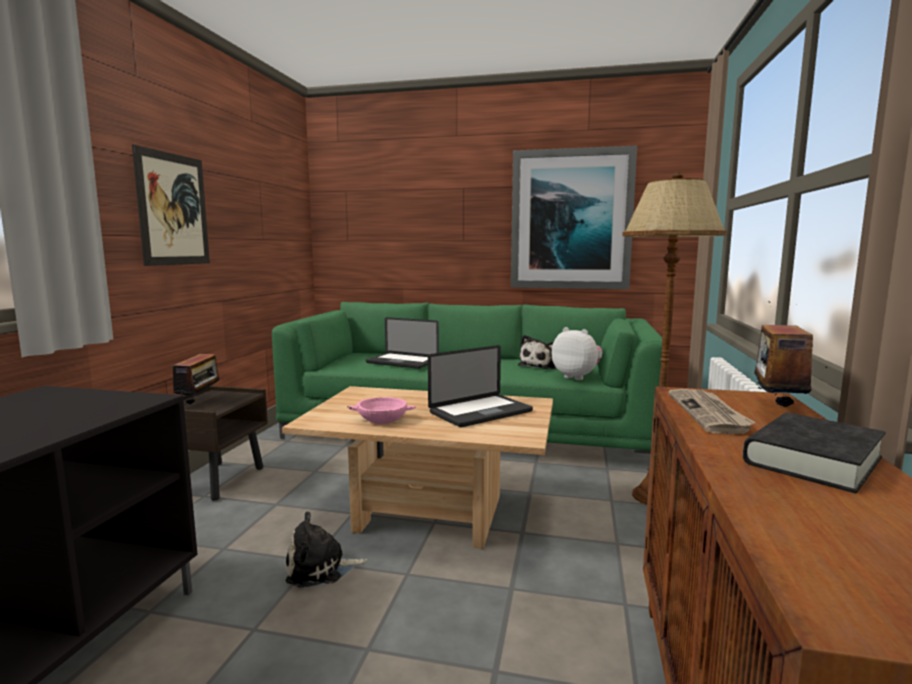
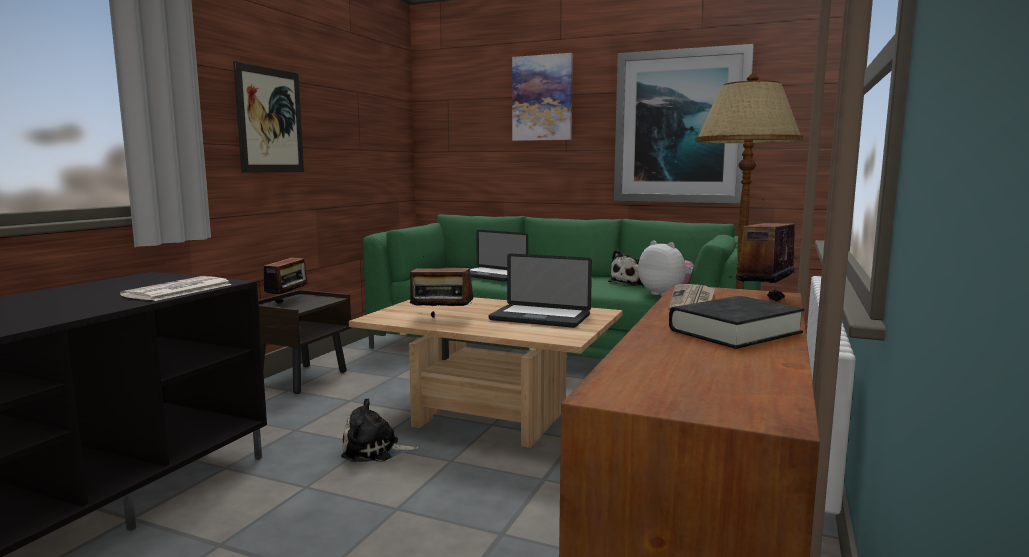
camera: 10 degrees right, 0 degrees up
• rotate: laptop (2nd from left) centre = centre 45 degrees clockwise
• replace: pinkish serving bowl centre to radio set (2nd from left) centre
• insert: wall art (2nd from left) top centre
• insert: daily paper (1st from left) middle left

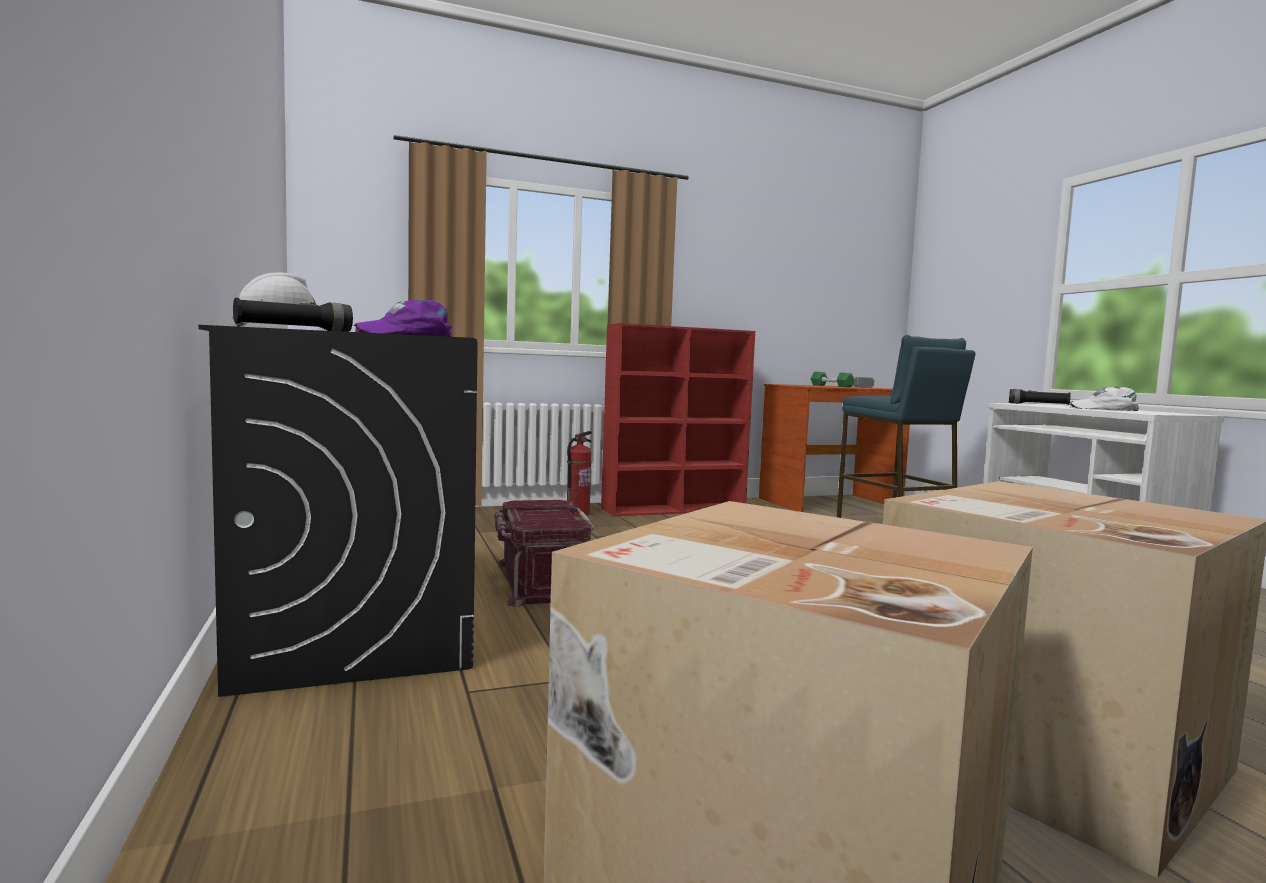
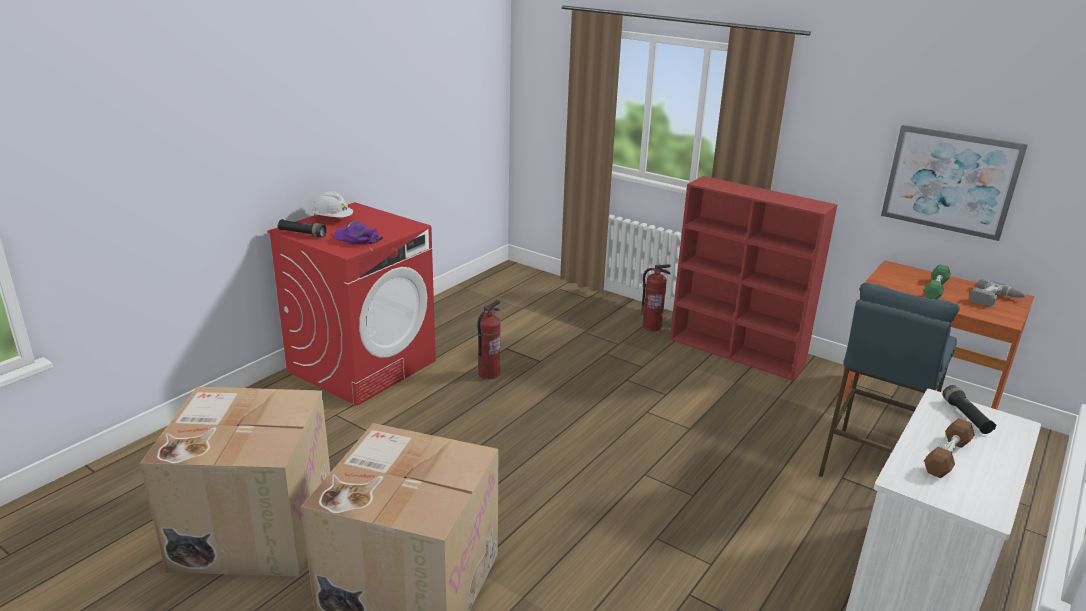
camera: 55 degrees right, 20 degrees up
• recolor: black-coloured laundry machine middle left to red-coloured laundry machine middle left
• replace: white-coloured peaked cap middle right to brown-coloured dumbbell bottom right
• replace: red-coloured storage container centre to fire extinguisher (1st from left) centre
• insert: wall art top right

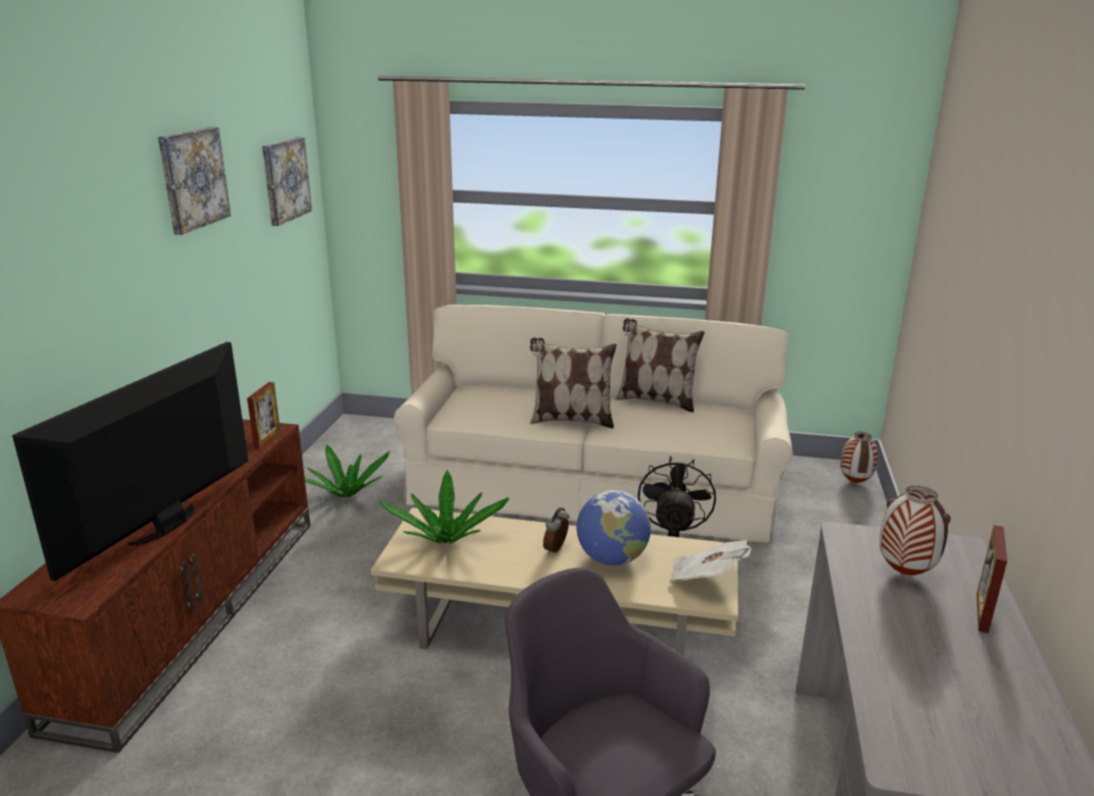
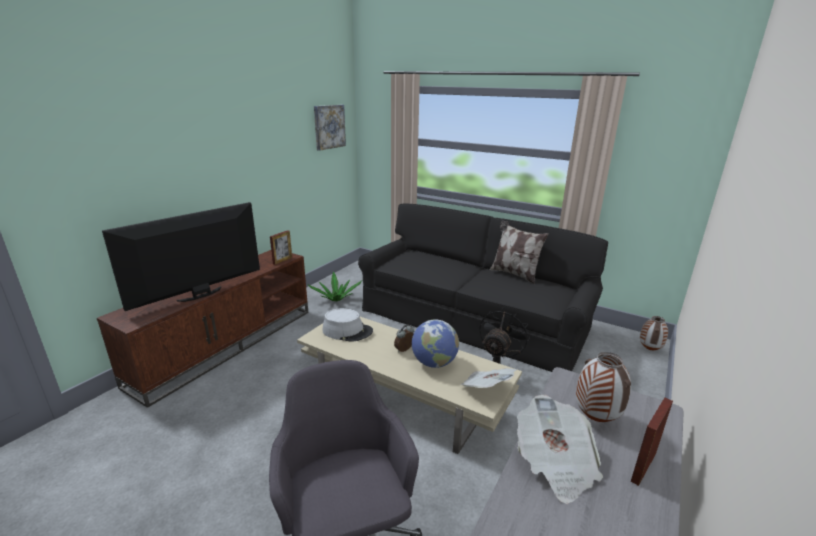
camera: 20 degrees right, 0 degrees up
• delete: wall art (1st from left) top left
• recolor: sand-coloured settee centre to black-coloured settee centre
• delete: cushion (1st from left) centre
• replace: plant in a pot (2nd from left) centre to grey hat centre
• insert: daily paper (2nd from left) bottom right

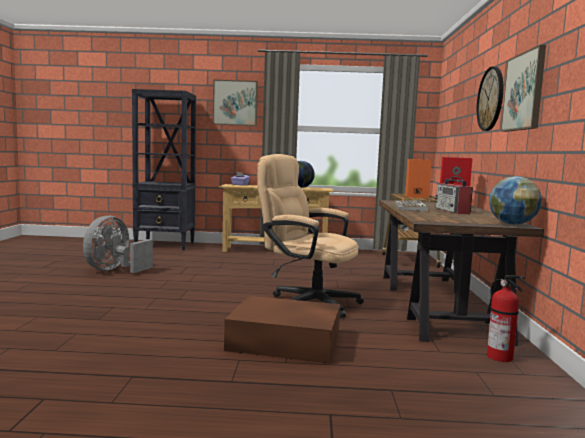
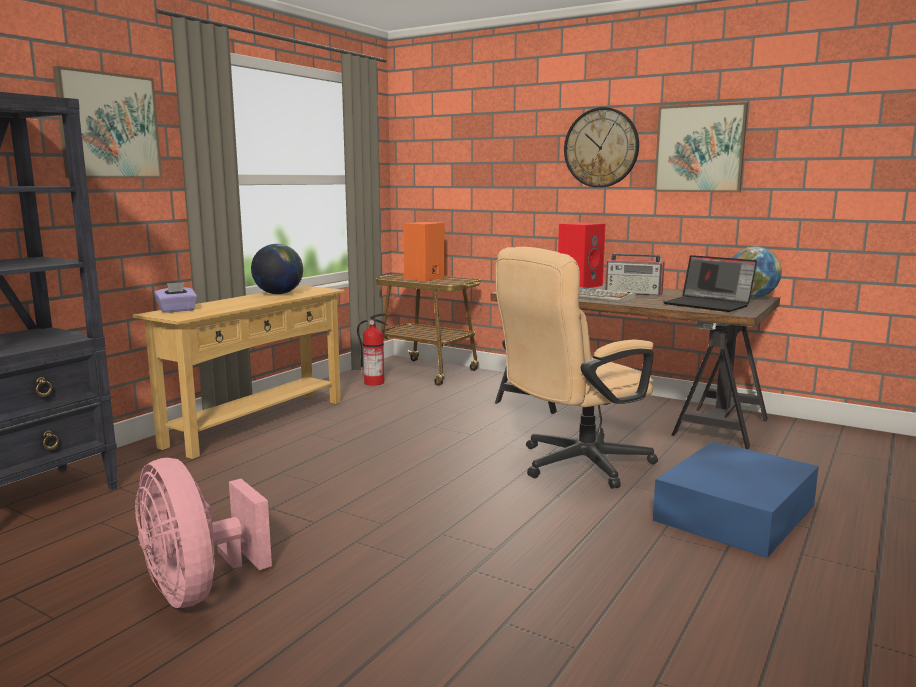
camera: 60 degrees left, 5 degrees up
• recolor: grey fan middle left to pinkish fan bottom left
• move: fire extinguisher bottom right to centre
• recolor: brown-coloured storage container bottom centre to bluish storage container bottom right
• insert: laptop middle right

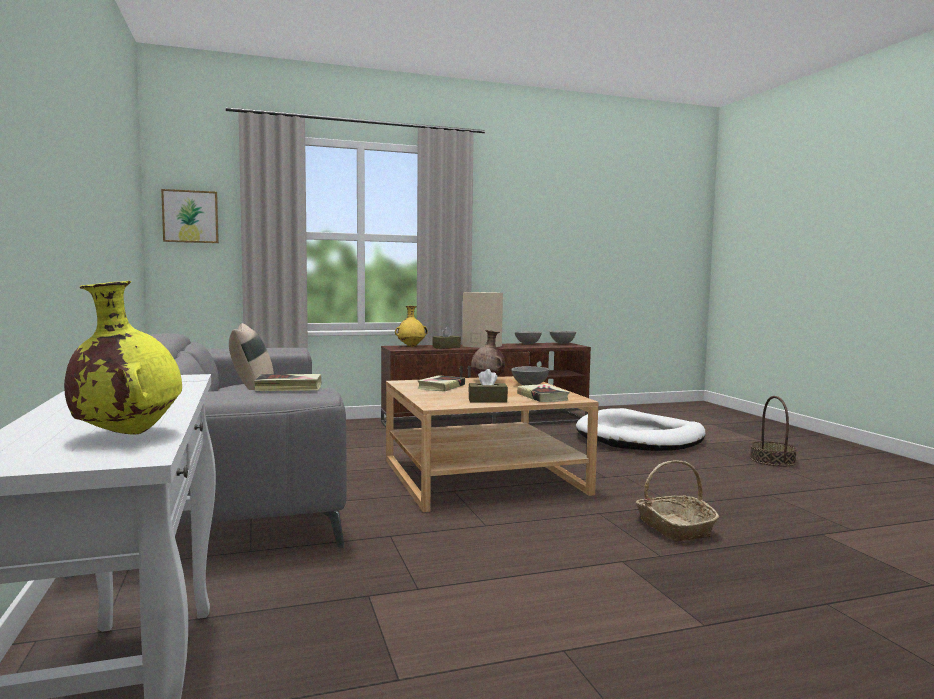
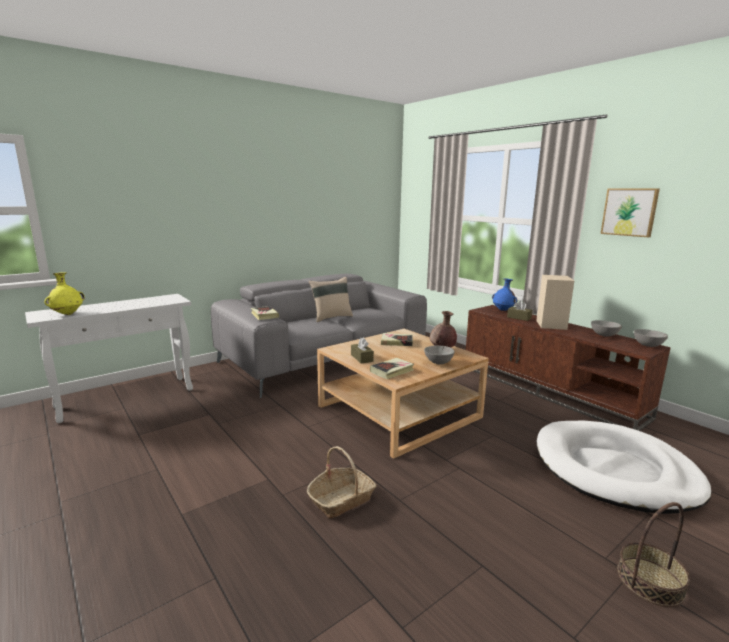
camera: 70 degrees right, 10 degrees up
• move: wall art top left to top right
• recolor: yellow flower vase (2nd from left) centre to bluish flower vase middle right

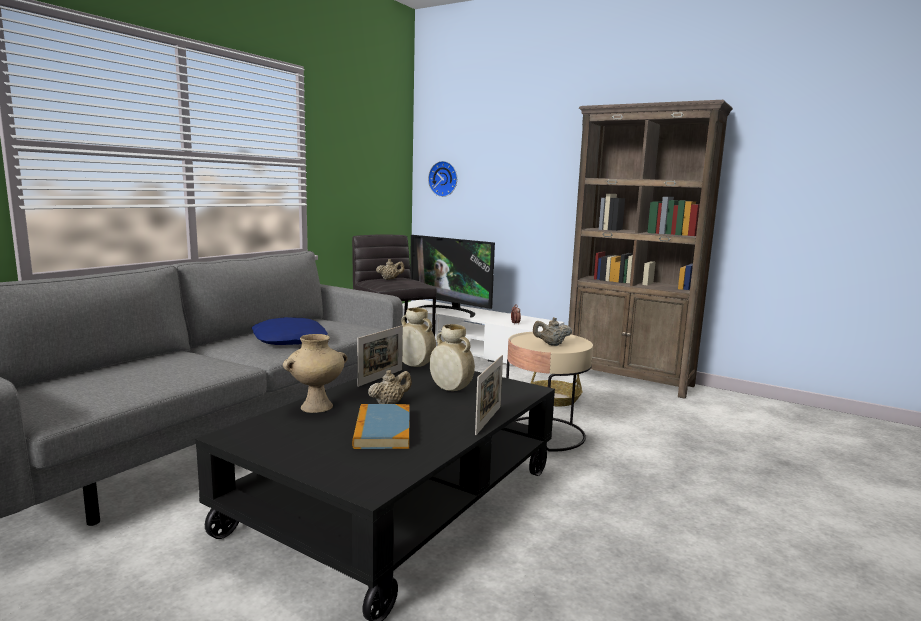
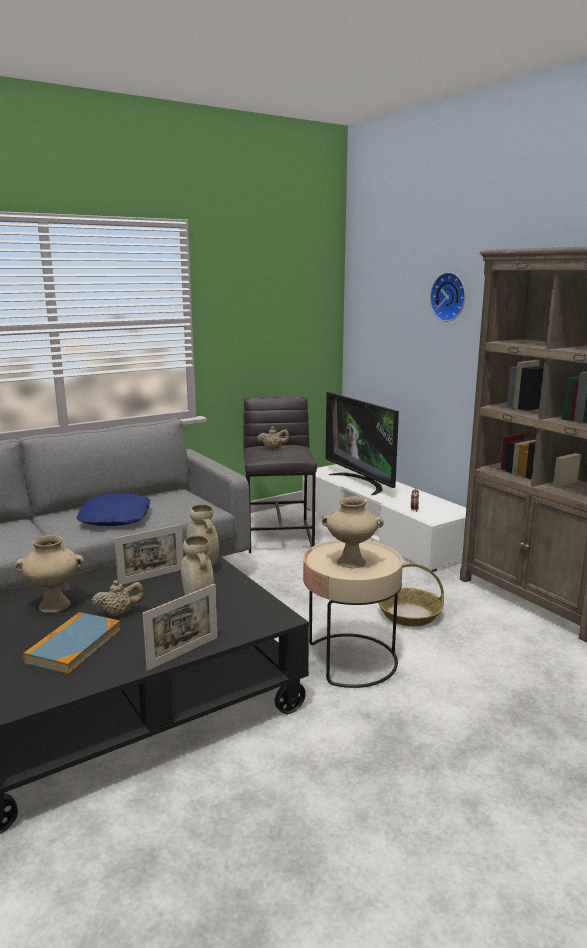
camera: 25 degrees right, 5 degrees up
• move: clock on the wall top centre to top right
• replace: sand-coloured tea pot (3rd from left) centre to sand-coloured flower vase (4th from left) centre

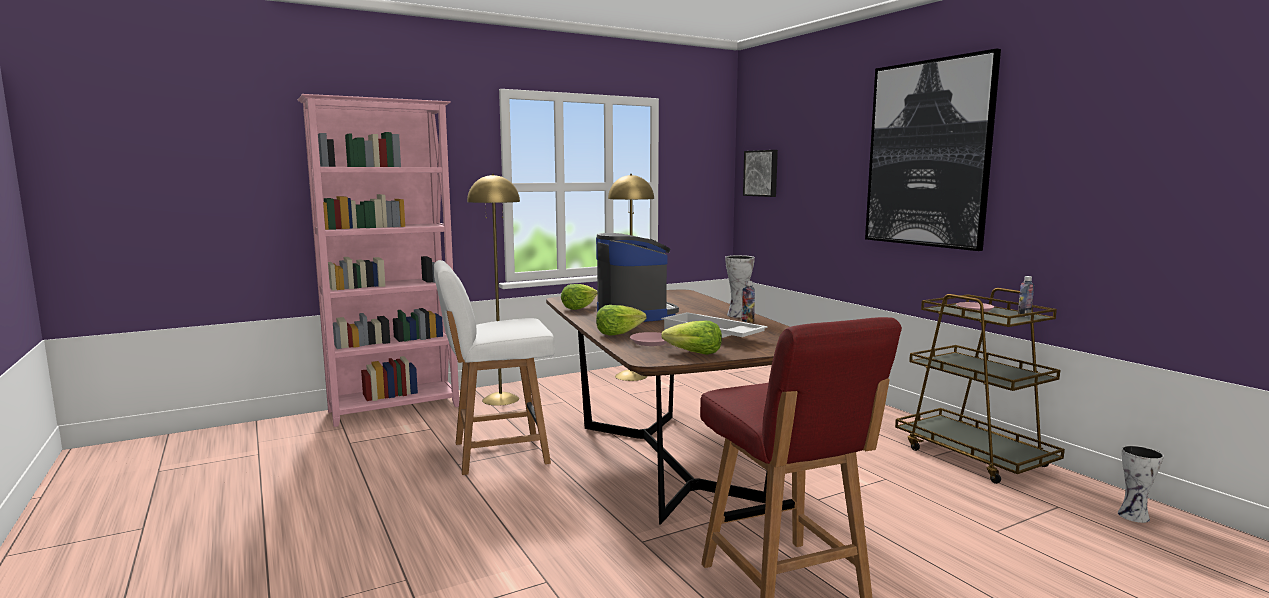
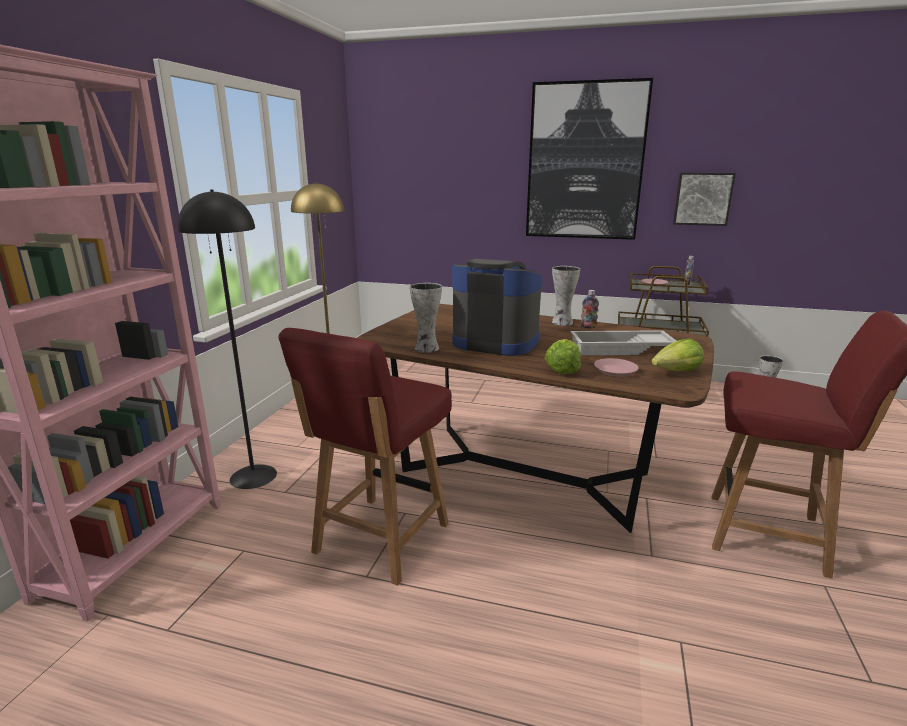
camera: 45 degrees left, 10 degrees up
• move: wall art (1st from left in the first image) top centre to wall art (2nd from left) top right
• recolor: yellow standard lamp (1st from left) centre to black-coloured standard lamp middle left
• recolor: white-coloured chair centre to red-coloured chair (1st from left) centre
• replace: lettuce (1st from left) centre to flower vase (1st from left) centre

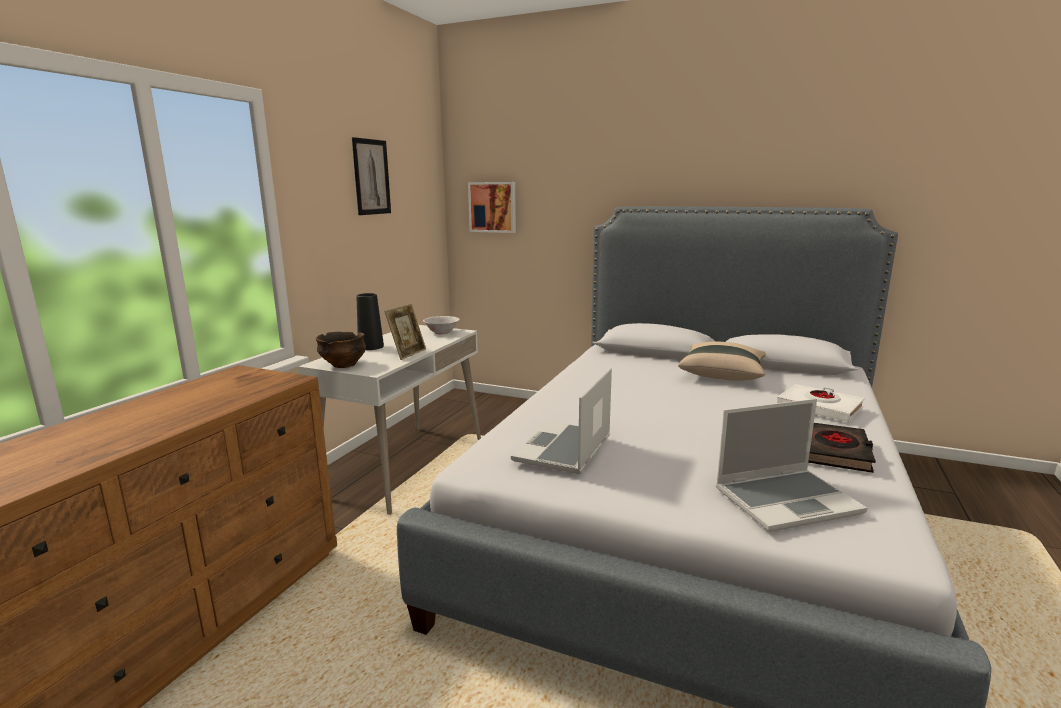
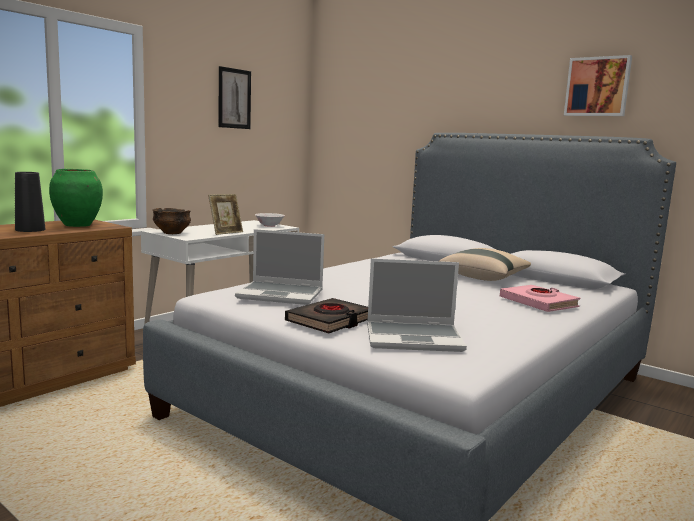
camera: 15 degrees right, 5 degrees down
• move: wall art (2nd from left) top centre to top right
• move: black-coloured flower vase centre to middle left
• rotate: laptop (1st from left) centre = centre 120 degrees counterclockwise
• recolor: white-coloured volume middle right to pinkish volume middle right
• move: black-coloured volume middle right to centre
• insert: greenish flower vase middle left

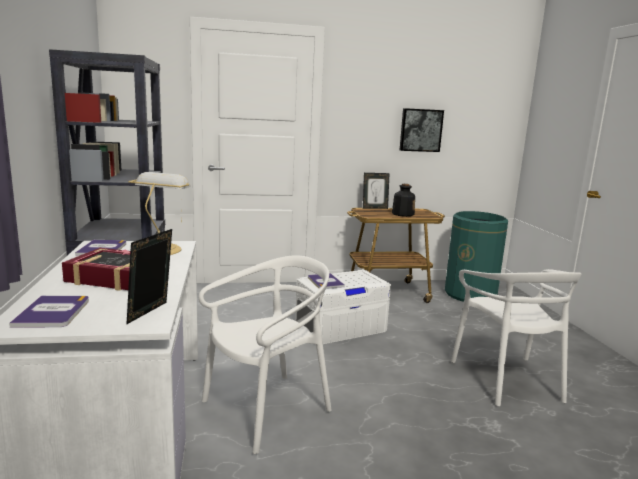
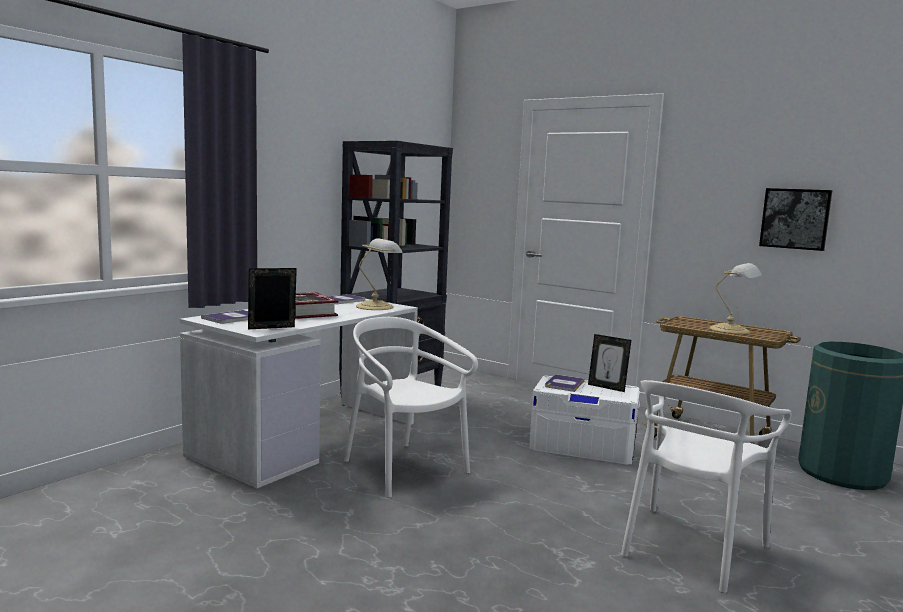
camera: 45 degrees right, 5 degrees down
• move: standing frame (2nd from left) centre to middle right
• replace: drink bottle centre to lamp for a table (2nd from left) middle right
• rotate: white-coloured chair (1st from left) bottom centre = centre 135 degrees counterclockwise

